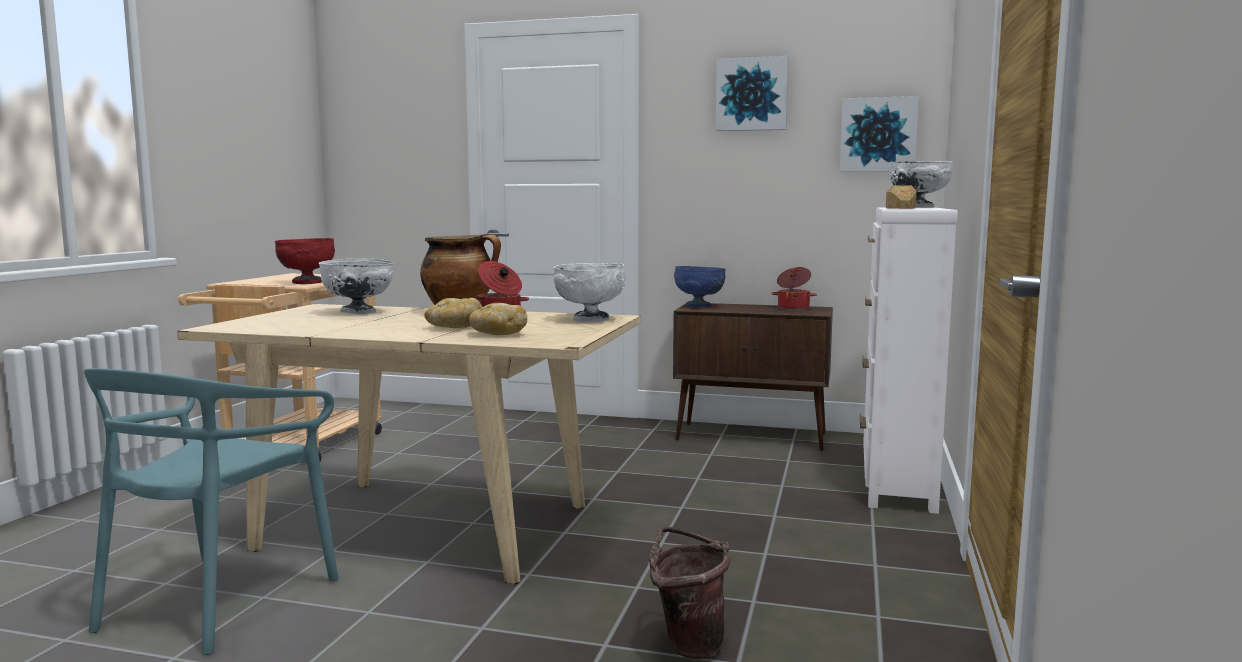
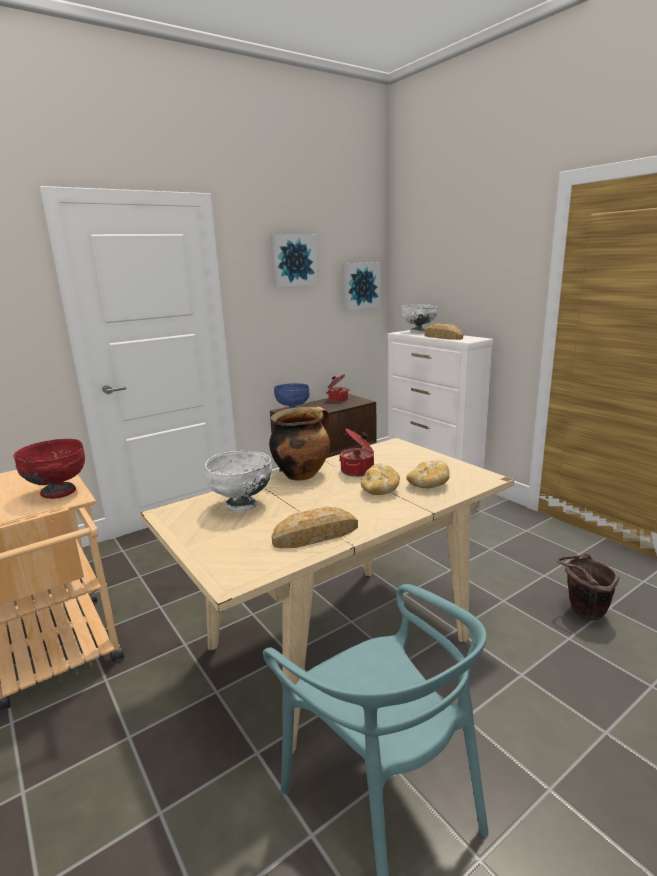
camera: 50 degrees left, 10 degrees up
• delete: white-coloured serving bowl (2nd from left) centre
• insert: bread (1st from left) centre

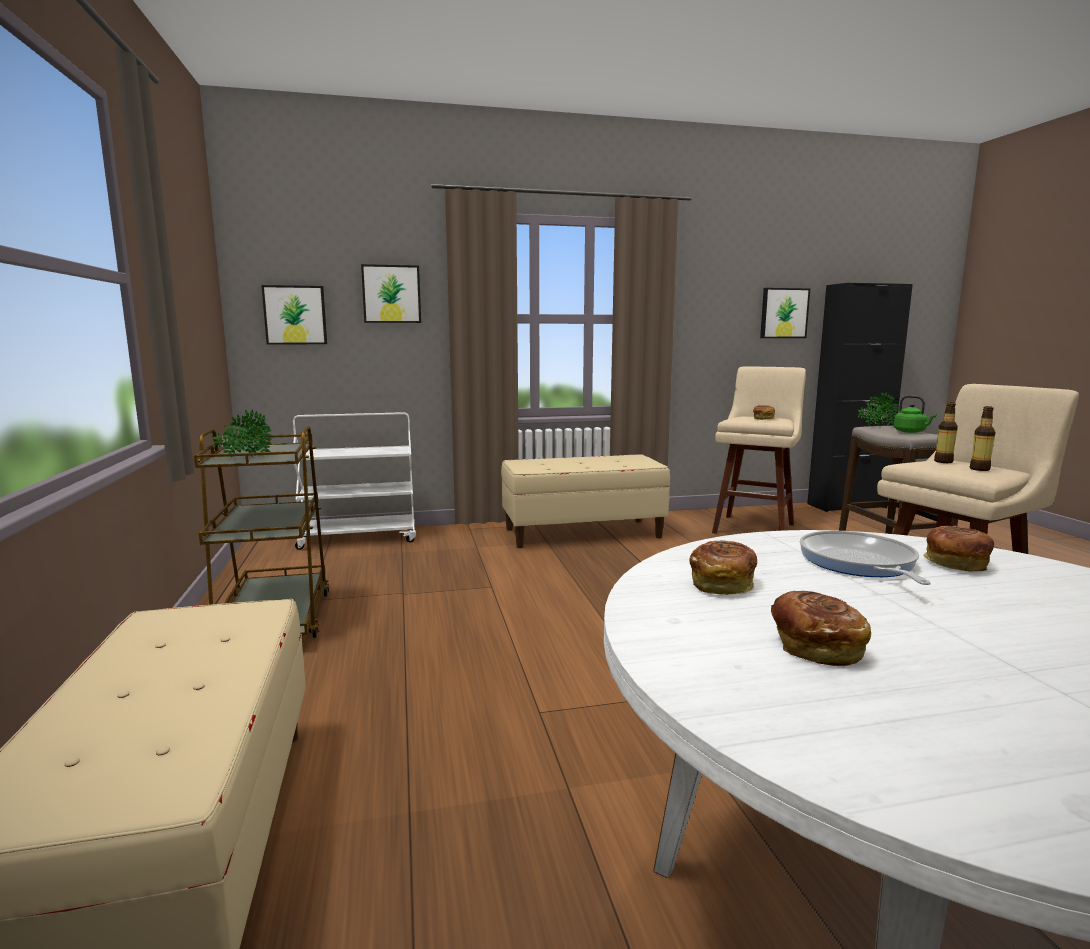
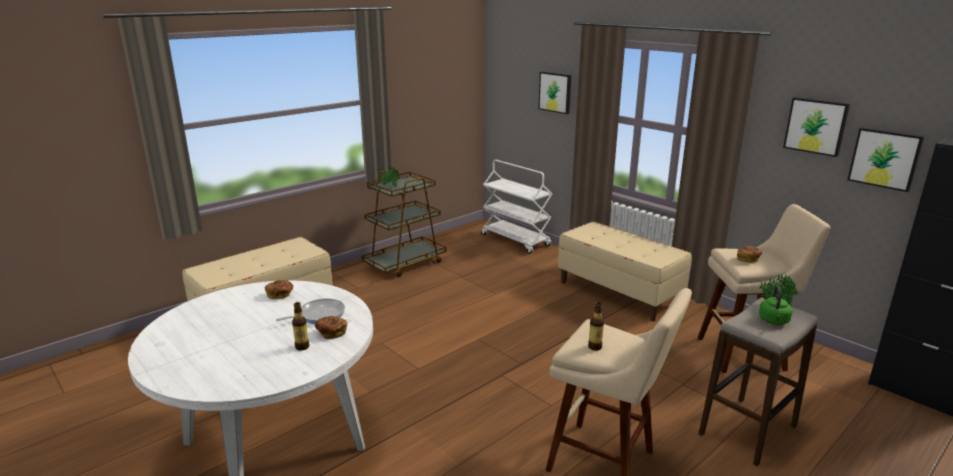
camera: 60 degrees right, 10 degrees up
• move: wall art (1st from left in the first image) top left to wall art (2nd from left) top right
• move: drink bottle (1st from left) middle right to bottom left
• delete: bread (3rd from left) middle right

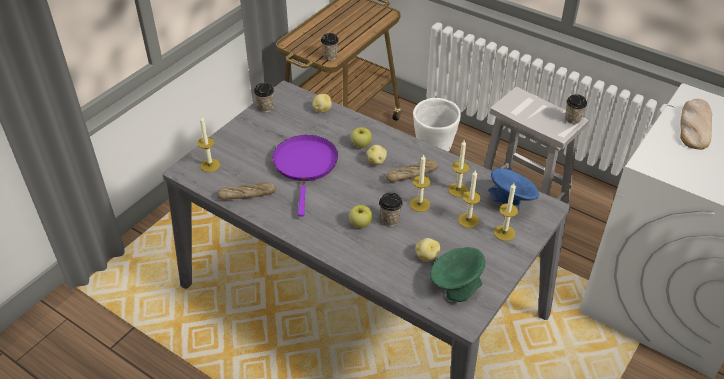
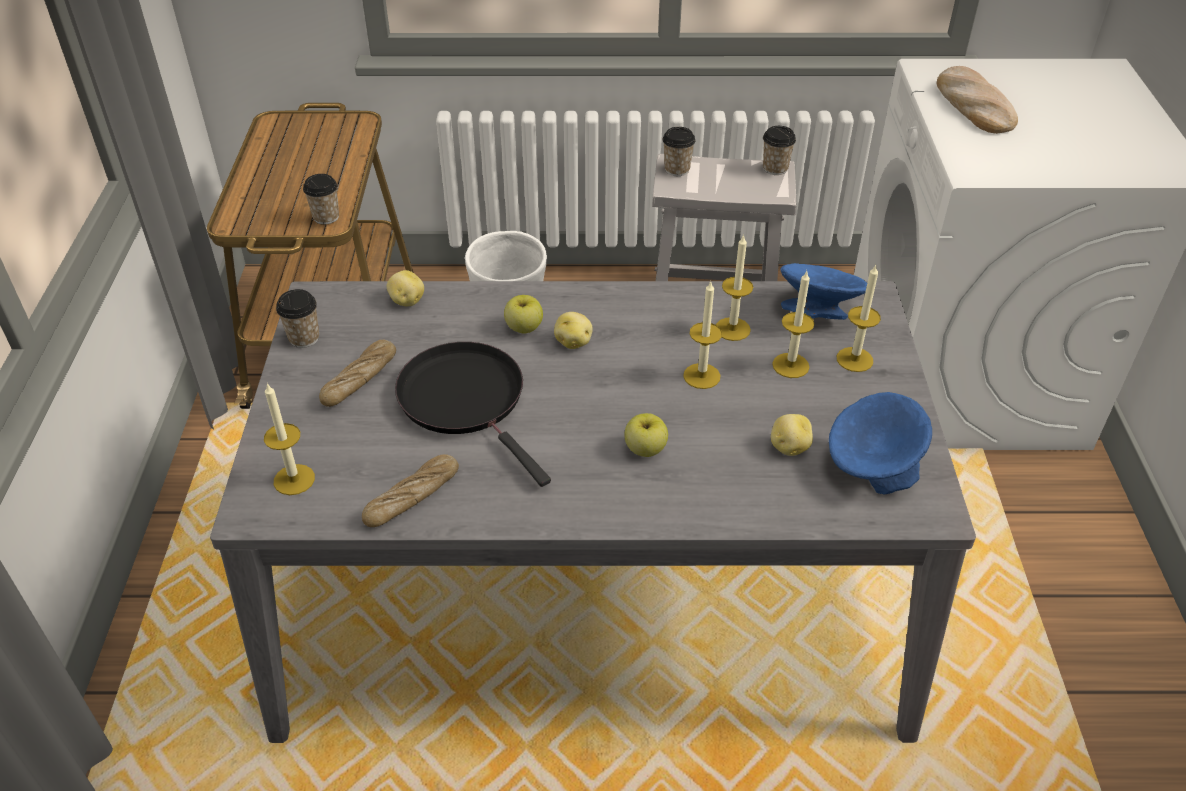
camera: 35 degrees left, 0 degrees up
• recolor: purple-coloured pan centre to black-coloured pan centre
• move: bread (2nd from left in the first image) centre to bread (1st from left) middle left
• move: small cup (3rd from left) centre to top centre
• recolor: greenish serving bowl bottom centre to bluish serving bowl (2nd from left) middle right

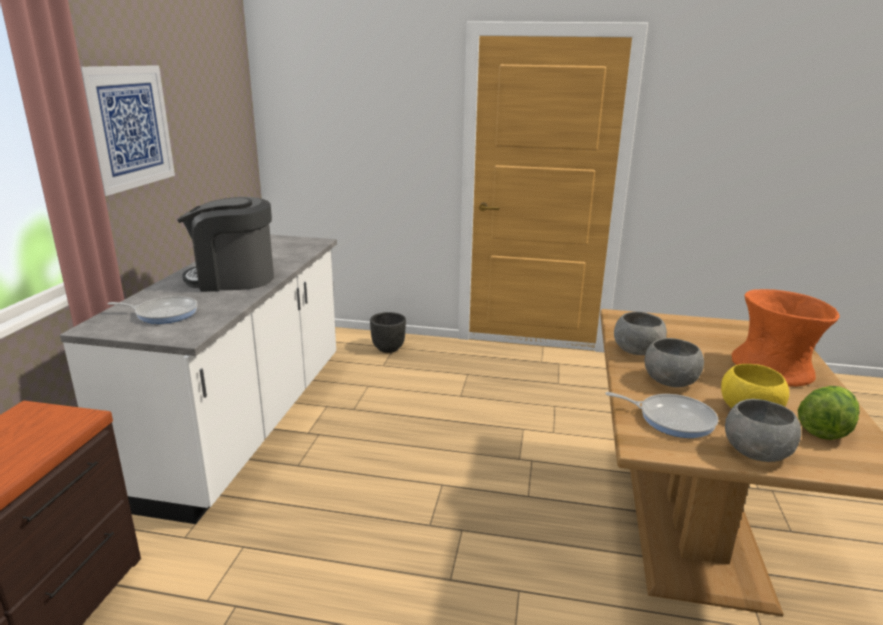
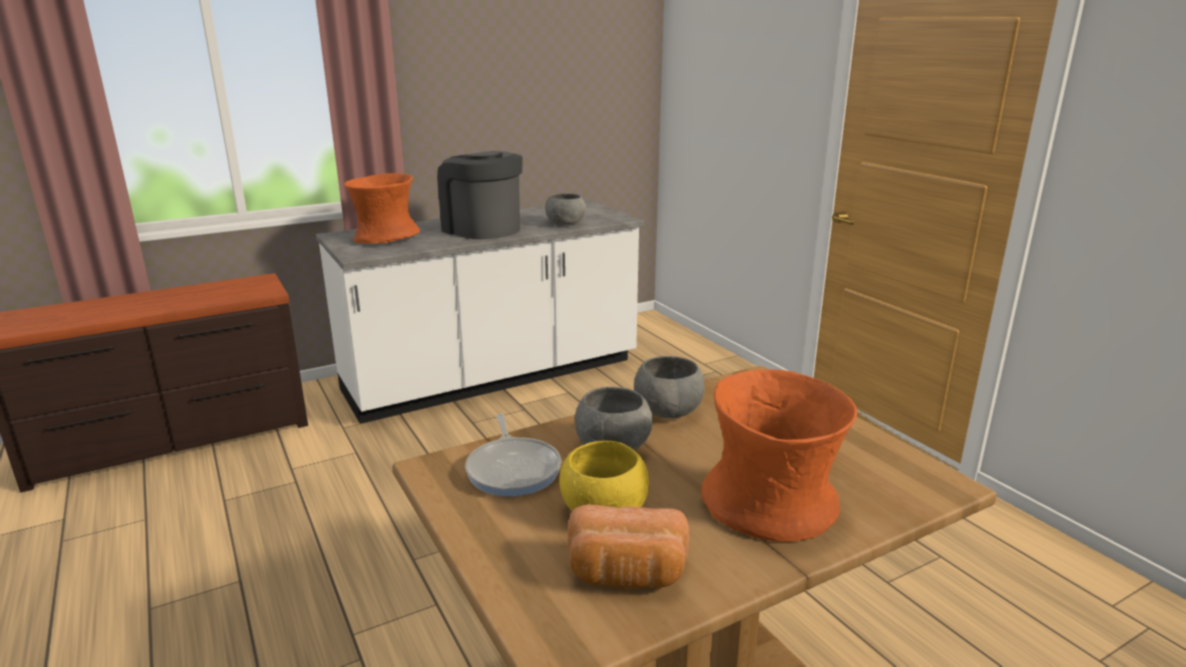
camera: 50 degrees right, 0 degrees up
• delete: wall art top left
• replace: pan (1st from left) middle left to orangey flower vase (1st from left) top left
• delete: black-coloured plant pot centre
• replace: lettuce middle right to bread bottom centre
• move: grey serving bowl (3rd from left in the first image) bottom right to grey serving bowl (1st from left) top centre

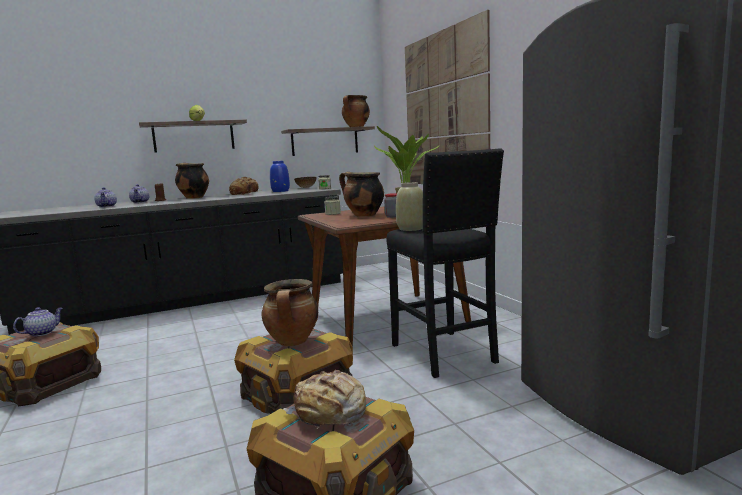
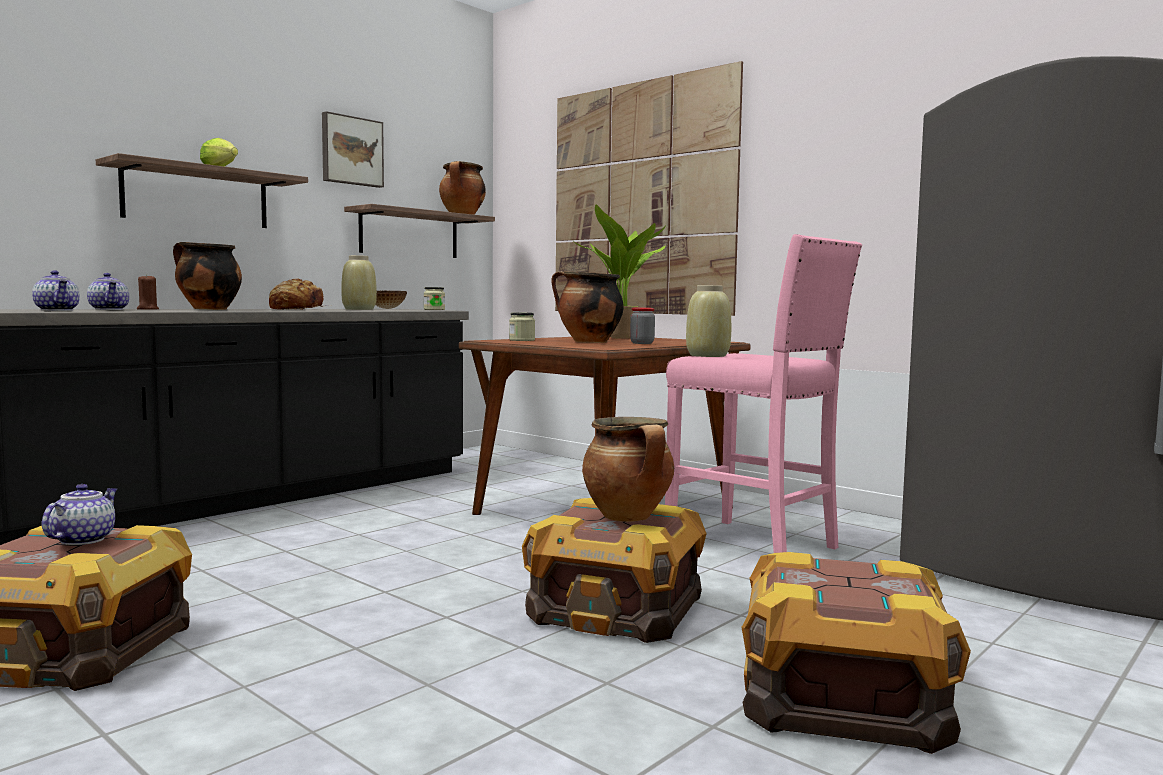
camera: 25 degrees left, 5 degrees down
• recolor: black-coloured sitting stool centre to pinkish sitting stool centre
• recolor: bluish flower vase centre to sand-coloured flower vase (1st from left) middle left
• delete: bread (2nd from left) bottom centre
• insert: wall art (1st from left) top left

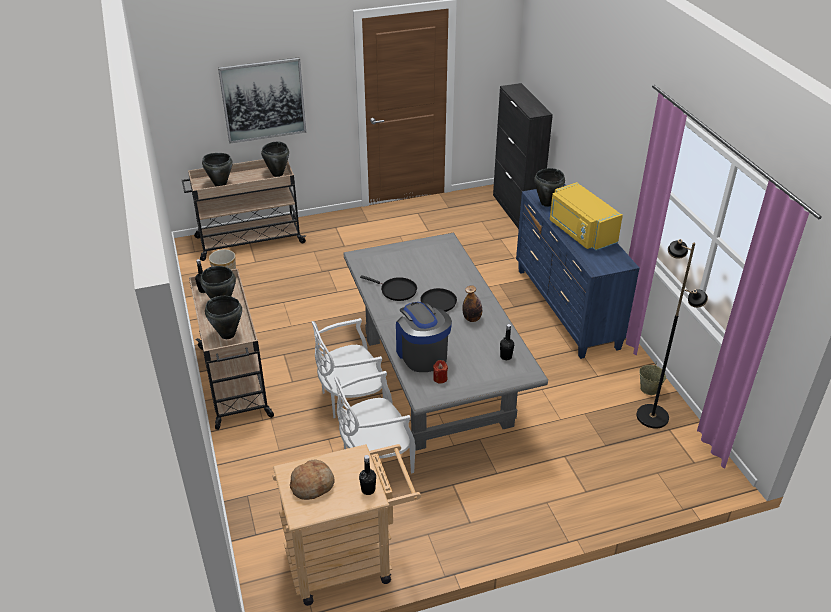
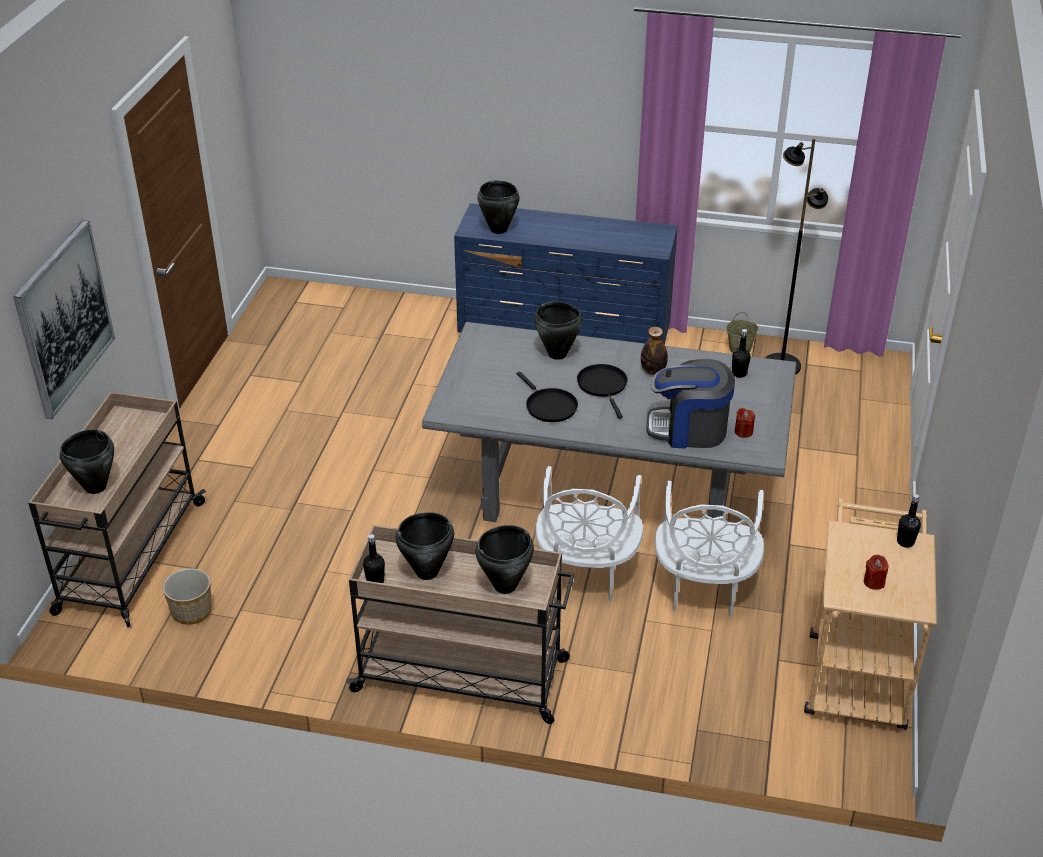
camera: 60 degrees left, 0 degrees up
• delete: black-coloured storage cabinet top centre
• move: black-coloured stockpot (4th from left in the first image) top left to black-coloured stockpot (5th from left) centre
• delete: yellow microwave middle right
• rotate: black-coloured pan (1st from left) centre = centre 90 degrees clockwise
• replace: bread bottom centre to red-coloured wax light (2nd from left) bottom right

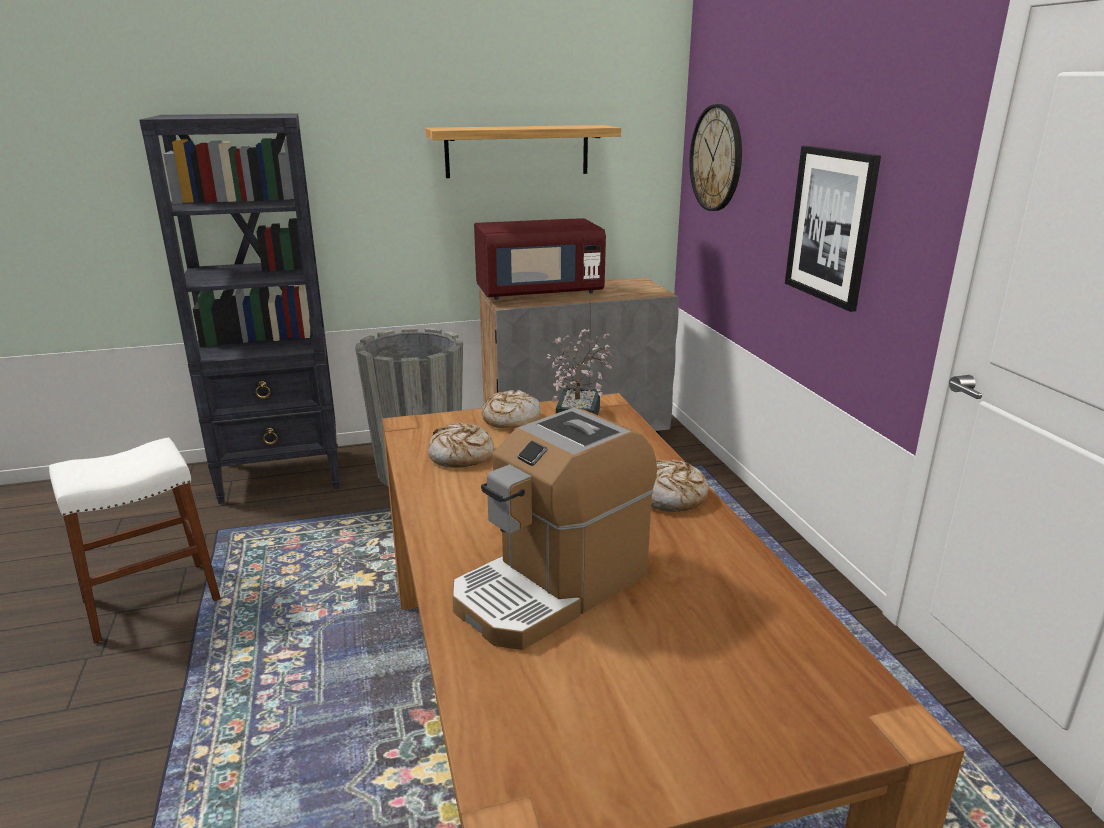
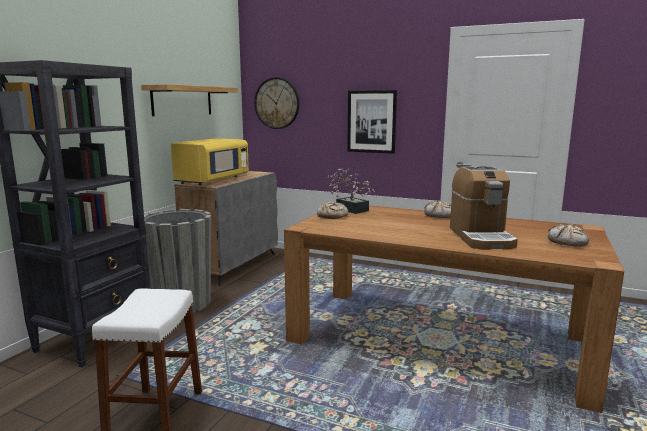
camera: 50 degrees left, 10 degrees down
• recolor: red-coloured microwave top centre to yellow microwave middle left
• move: bread (1st from left in the first image) centre to bread (3rd from left) middle right

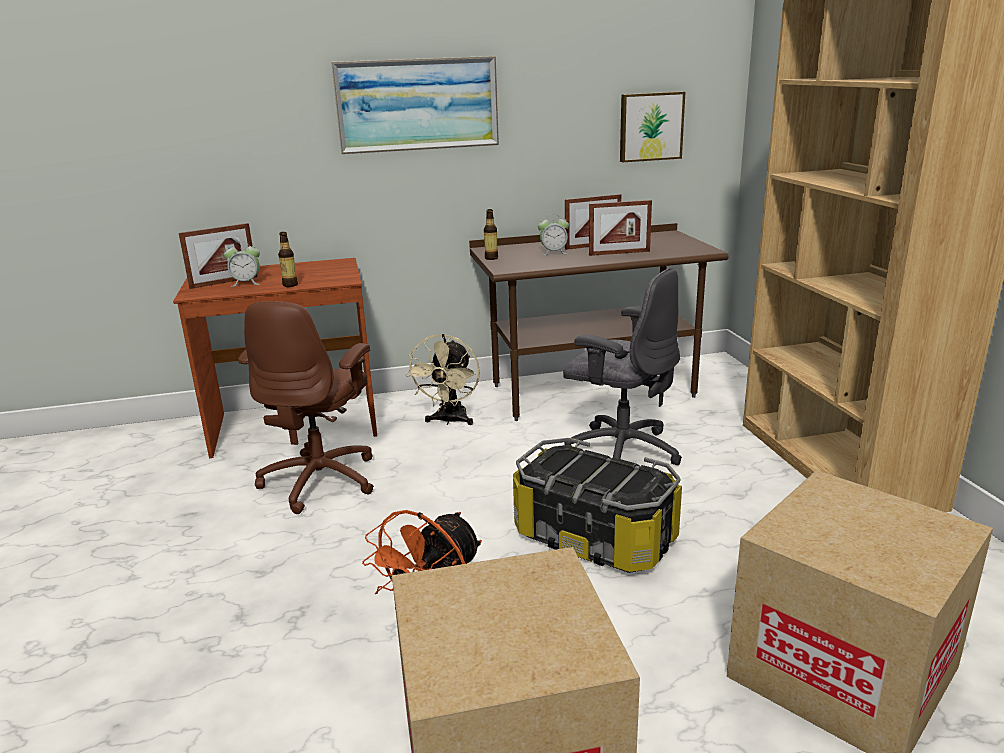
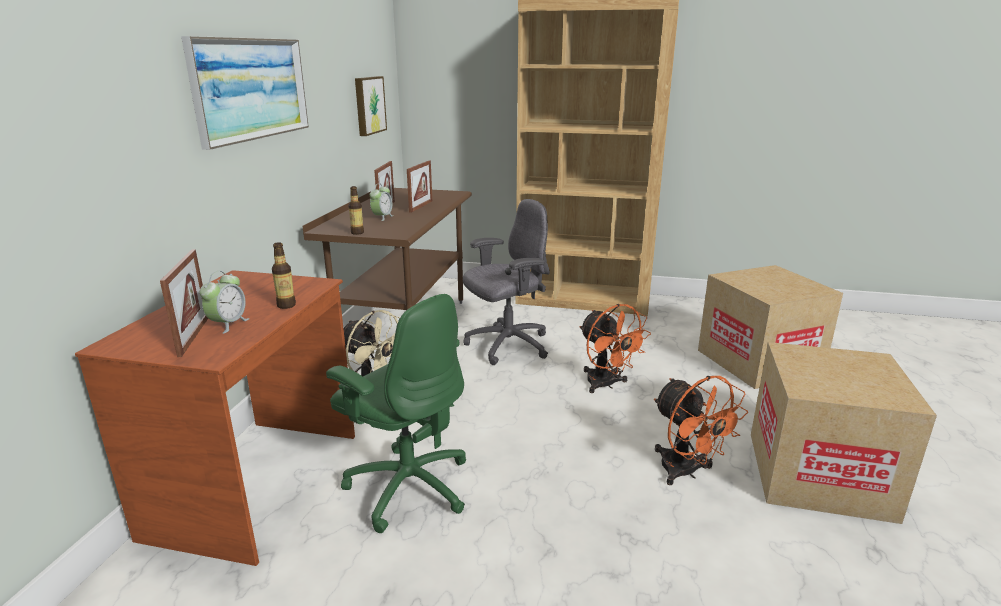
camera: 65 degrees left, 0 degrees up
• recolor: brown-coloured office chair middle left to greenish office chair bottom centre
• replace: storage container bottom centre to orangey fan (1st from left) centre

